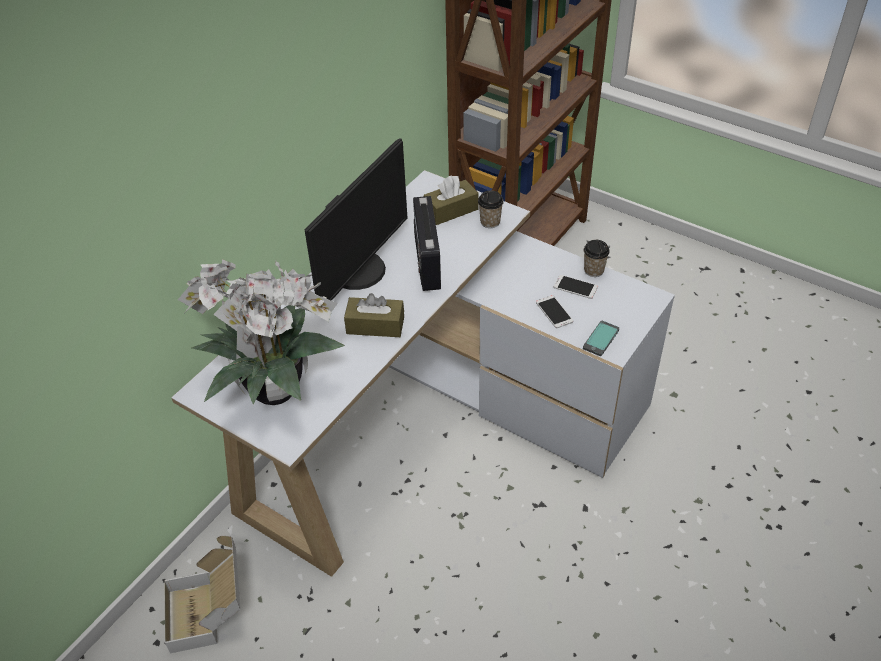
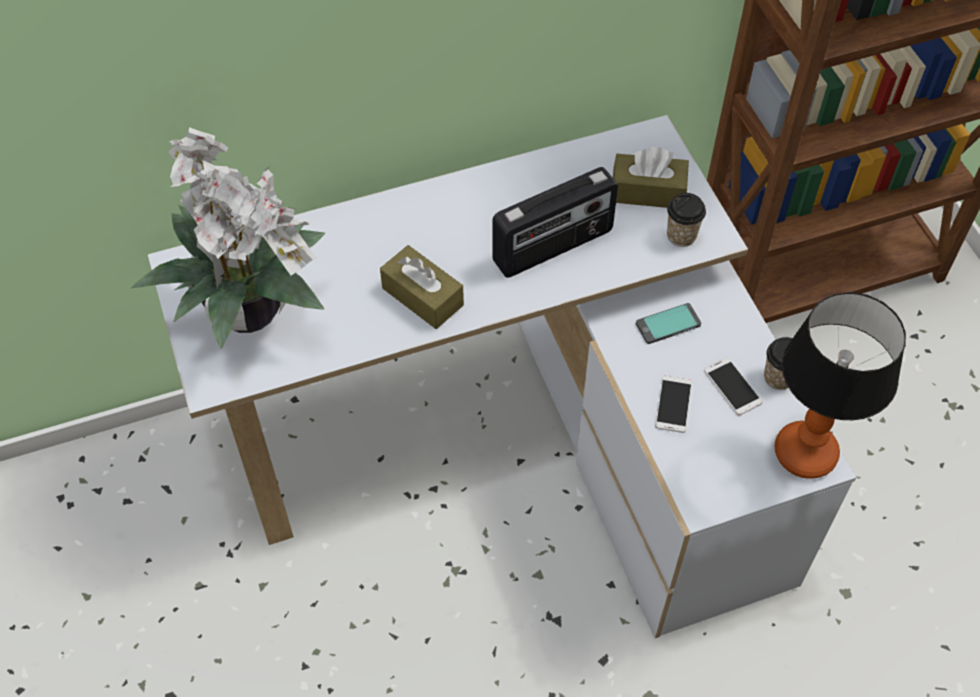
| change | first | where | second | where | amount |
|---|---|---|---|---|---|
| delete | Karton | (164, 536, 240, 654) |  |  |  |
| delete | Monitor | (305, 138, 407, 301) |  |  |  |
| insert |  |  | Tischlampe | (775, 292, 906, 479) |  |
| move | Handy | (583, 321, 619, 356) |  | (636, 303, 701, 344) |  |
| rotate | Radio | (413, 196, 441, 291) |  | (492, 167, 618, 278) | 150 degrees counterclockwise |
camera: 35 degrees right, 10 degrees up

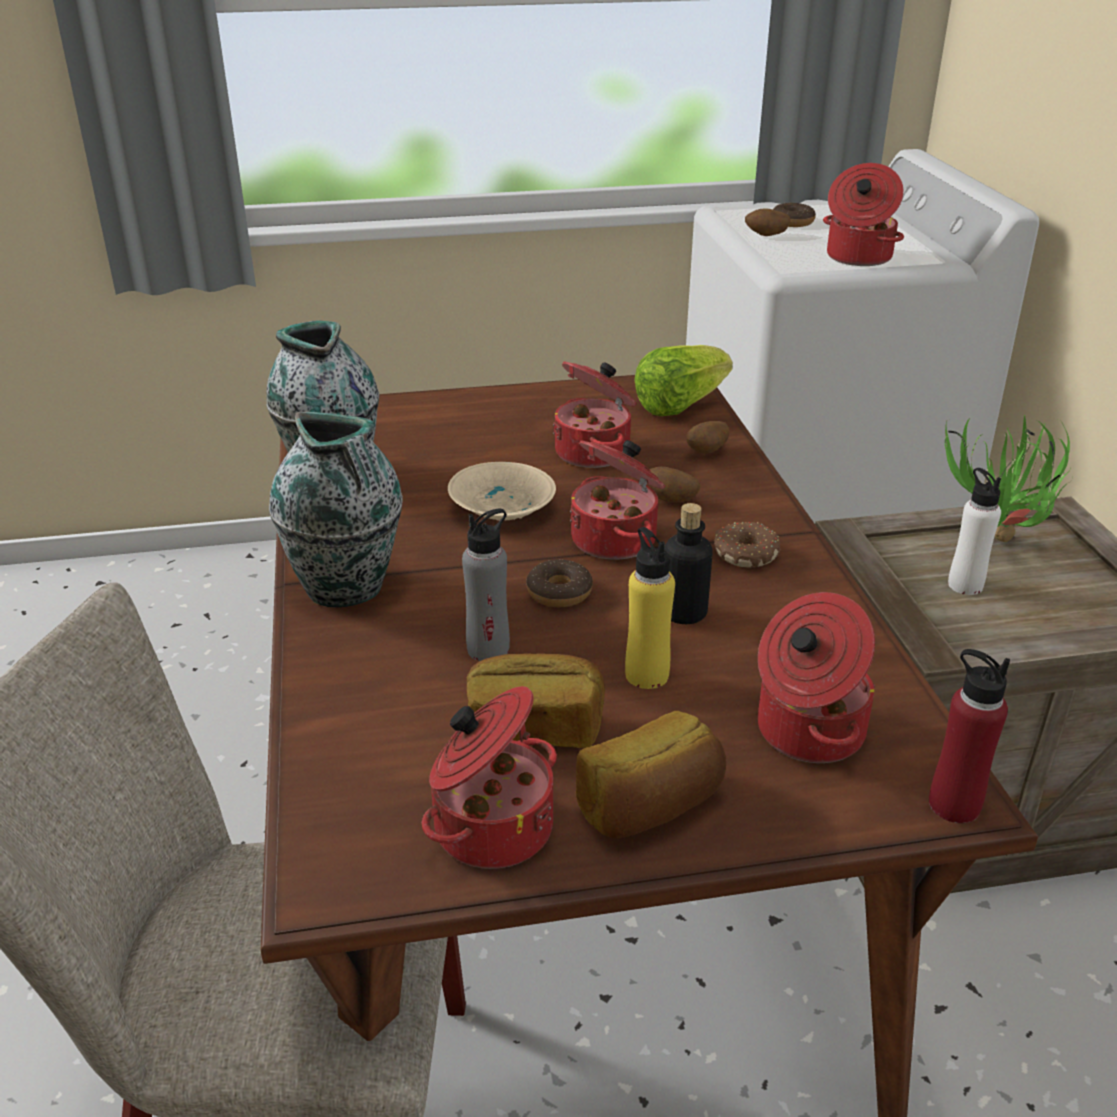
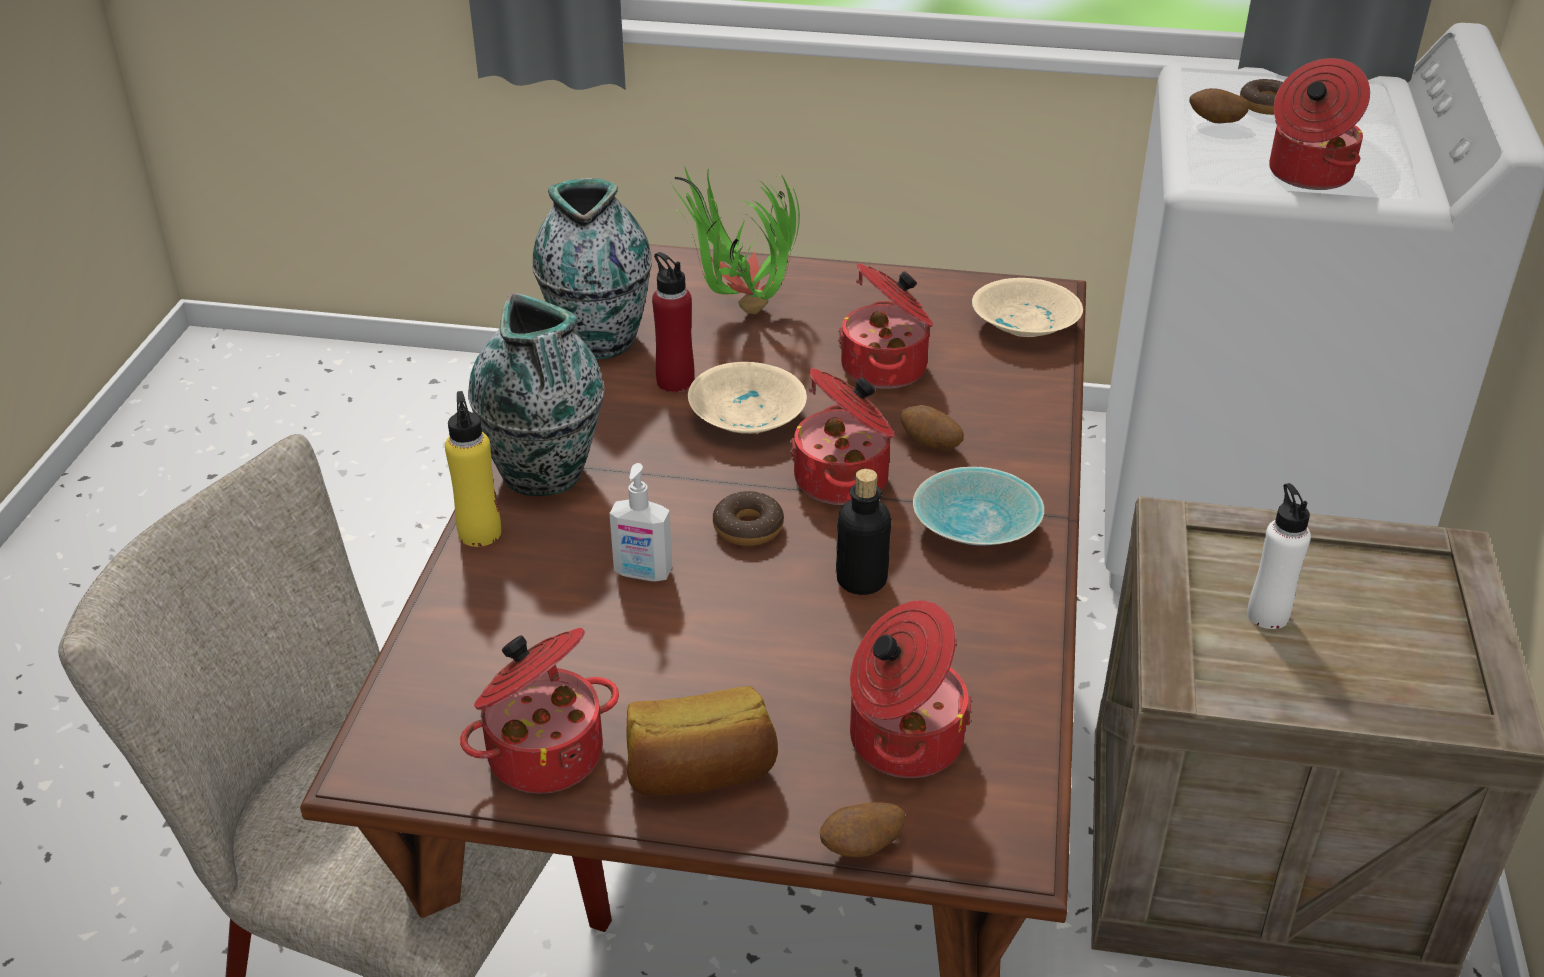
| change | first | where | second | where | amount |
|---|---|---|---|---|---|
| delete | Brot | (467, 653, 605, 748) |  |  |  |
| move | Flasche [gelb] | (625, 527, 675, 689) |  | (445, 391, 501, 547) |  |
| move | Kartoffel | (686, 421, 729, 454) |  | (820, 802, 905, 857) |  |
| move | Flasche [rot] | (929, 649, 1010, 823) |  | (652, 252, 695, 392) |  |
| move | Topfpflanze | (945, 415, 1073, 542) |  | (671, 166, 800, 314) |  |
| replace | Flasche [grau] | (462, 509, 510, 661) | Seifenspender | (609, 463, 672, 582) |  |
| replace | Salatkopf | (634, 345, 733, 416) | Schüssel [beige] | (972, 278, 1083, 337) |  |
| replace | Donut | (714, 522, 780, 568) | Schüssel [türkis] | (913, 467, 1044, 545) |  |
camera: 20 degrees right, 5 degrees up

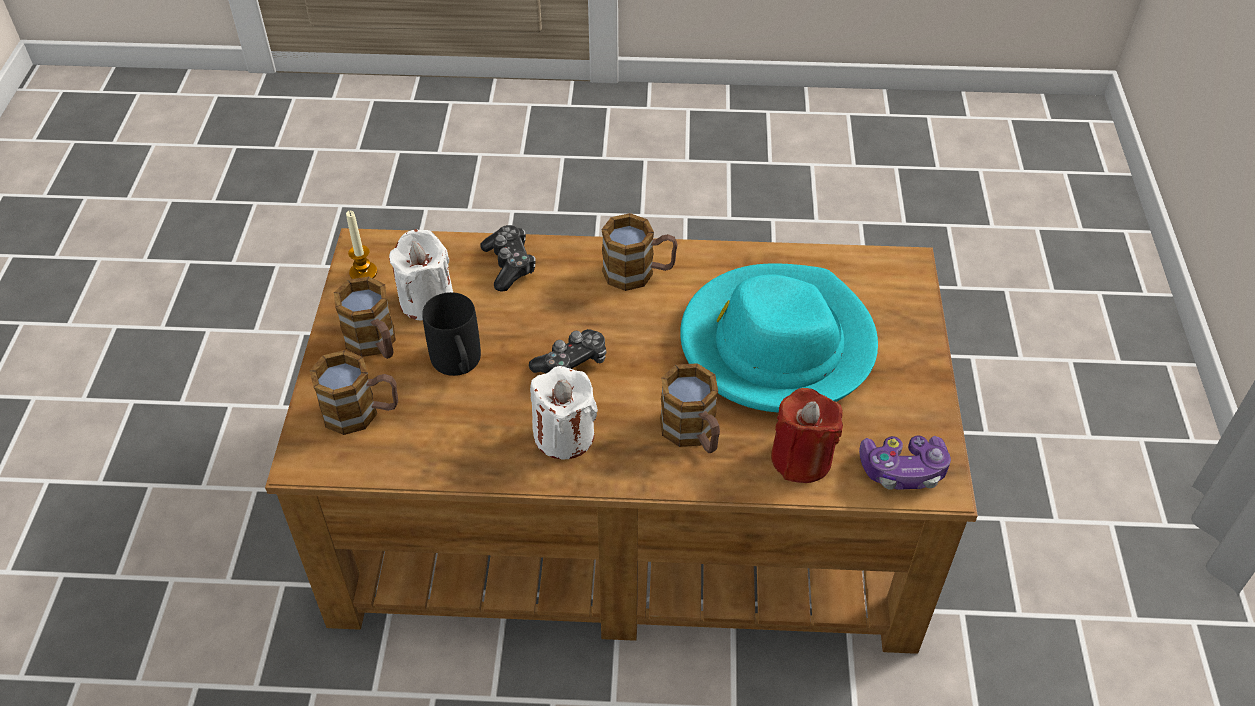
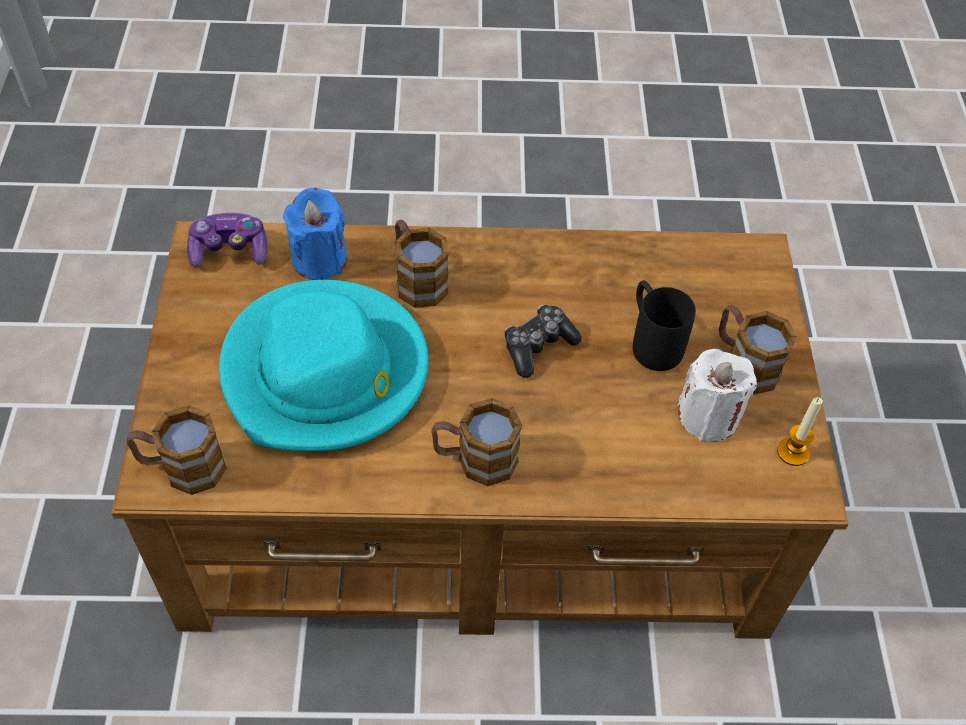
| change | first | where | second | where | amount |
|---|---|---|---|---|---|
| delete | Gamepad | (480, 225, 536, 292) |  |  |  |
| delete | Kerze [weiß] | (530, 366, 598, 459) |  |  |  |
| move | Henkelbecher | (310, 350, 398, 435) |  | (127, 405, 227, 495) |  |
| recolor | Kerze [rot] | (771, 388, 843, 483) | Kerze [blau] | (283, 188, 347, 280) |  |
camera: 175 degrees right, 5 degrees up

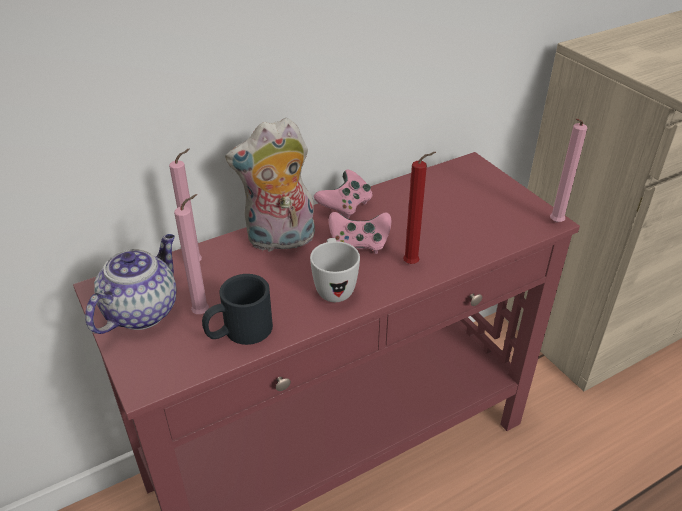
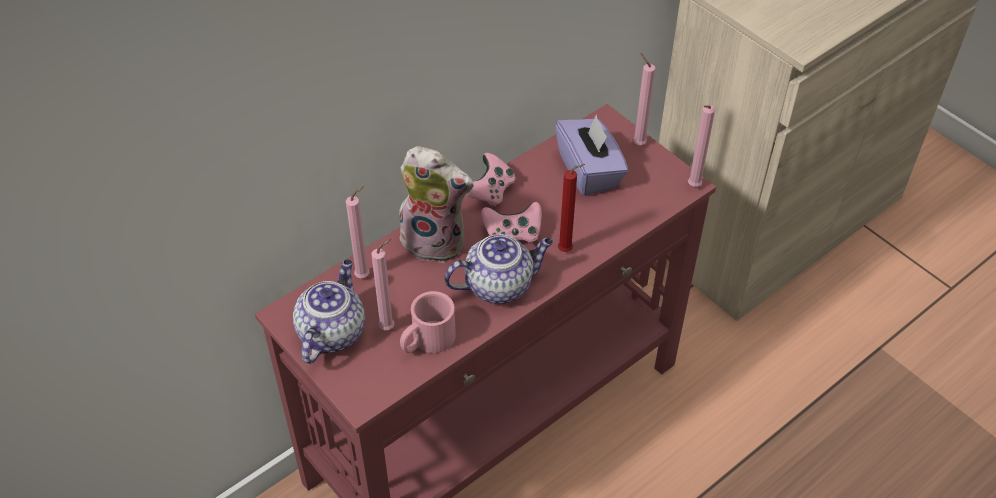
| change | first | where | second | where | amount |
|---|---|---|---|---|---|
| insert |  |  | Taschentuchbox [lila] | (555, 114, 628, 196) |  |
| insert |  |  | Kerze [rosa] | (633, 53, 655, 145) |  |
| replace | Henkelbecher [weiß] | (310, 238, 360, 302) | Teekanne | (444, 234, 553, 304) |  |
| recolor | Henkelbecher [schwarz] | (202, 274, 273, 345) | Henkelbecher [rosa] | (400, 291, 456, 353) |  |
| rotate | Plüschtier | (225, 118, 315, 252) |  | (397, 146, 474, 263) | 135 degrees counterclockwise |
camera: 10 degrees left, 10 degrees up

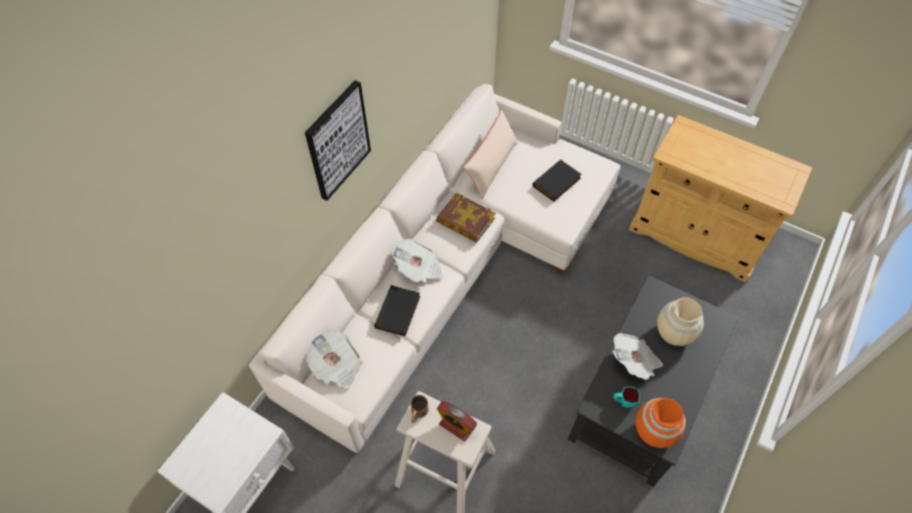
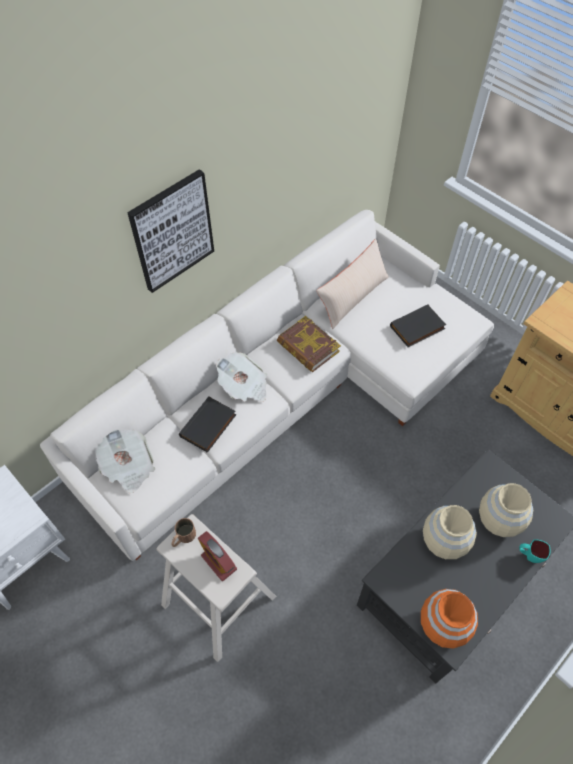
| change | first | where | second | where | amount |
|---|---|---|---|---|---|
| move | Henkelbecher [türkis] | (613, 387, 640, 408) |  | (520, 540, 550, 563) |  |
| replace | Zeitung | (613, 333, 663, 380) | Vase [beige] | (423, 505, 477, 559) |  |
camera: 15 degrees right, 0 degrees up

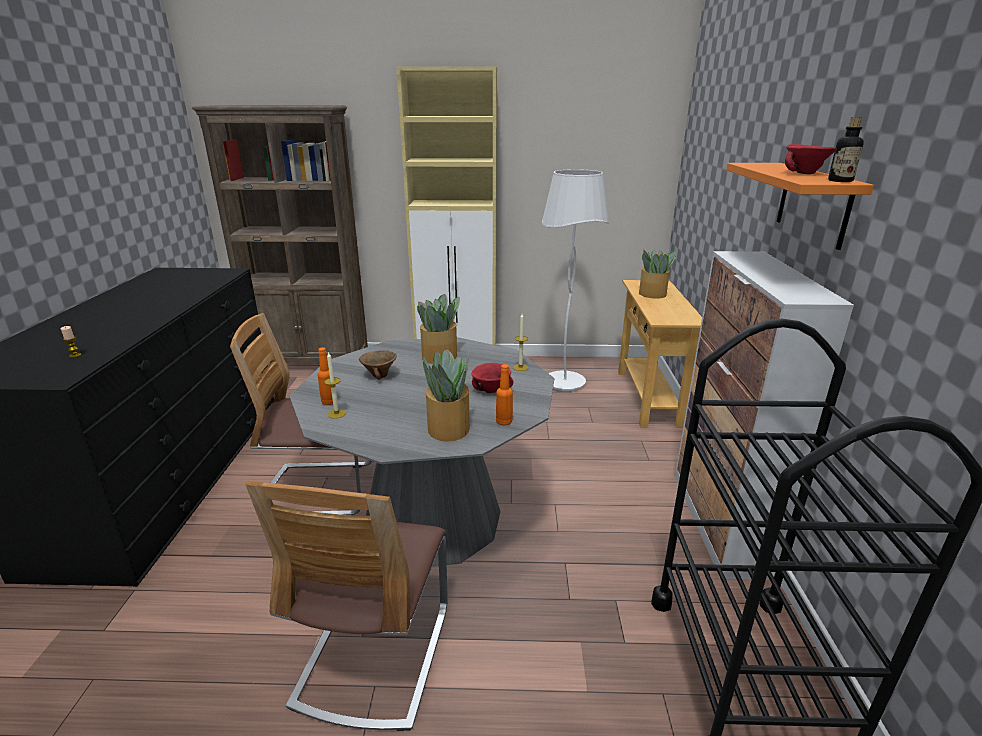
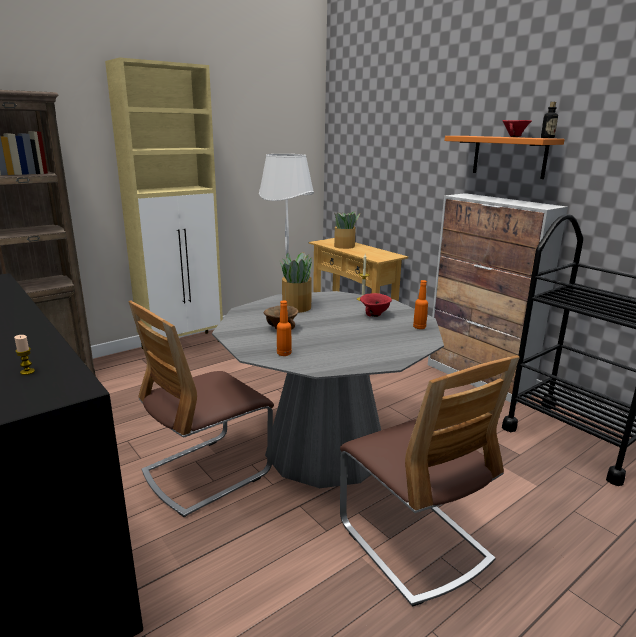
| change | first | where | second | where | amount |
|---|---|---|---|---|---|
| delete | Kerze | (324, 351, 346, 419) |  |  |  |
| delete | Topfpflanze | (423, 349, 470, 442) |  |  |  |
camera: 40 degrees left, 5 degrees down

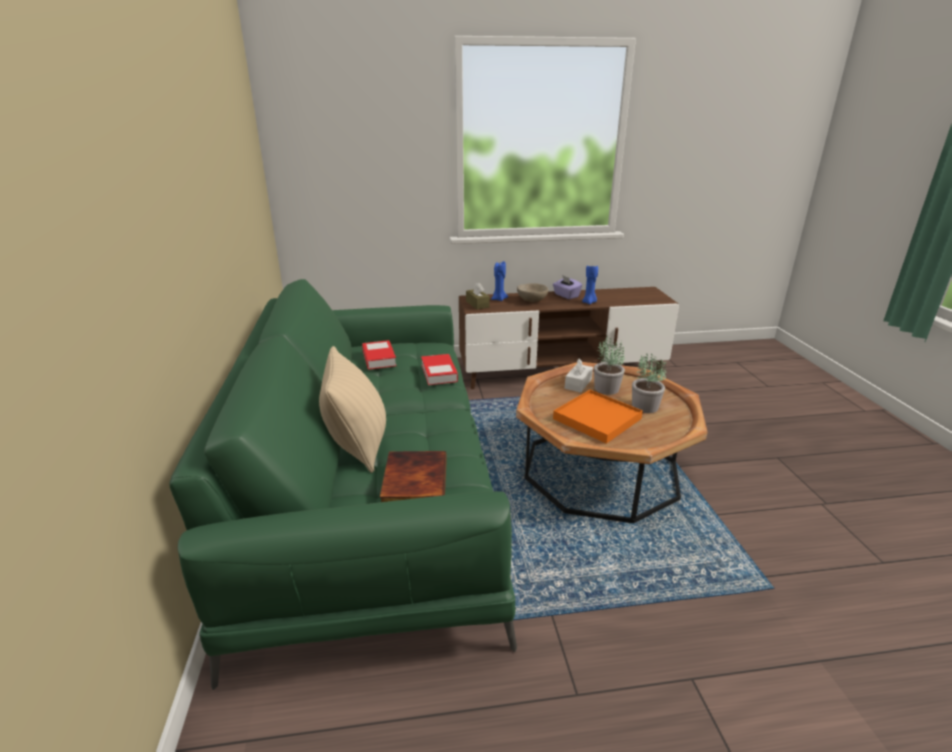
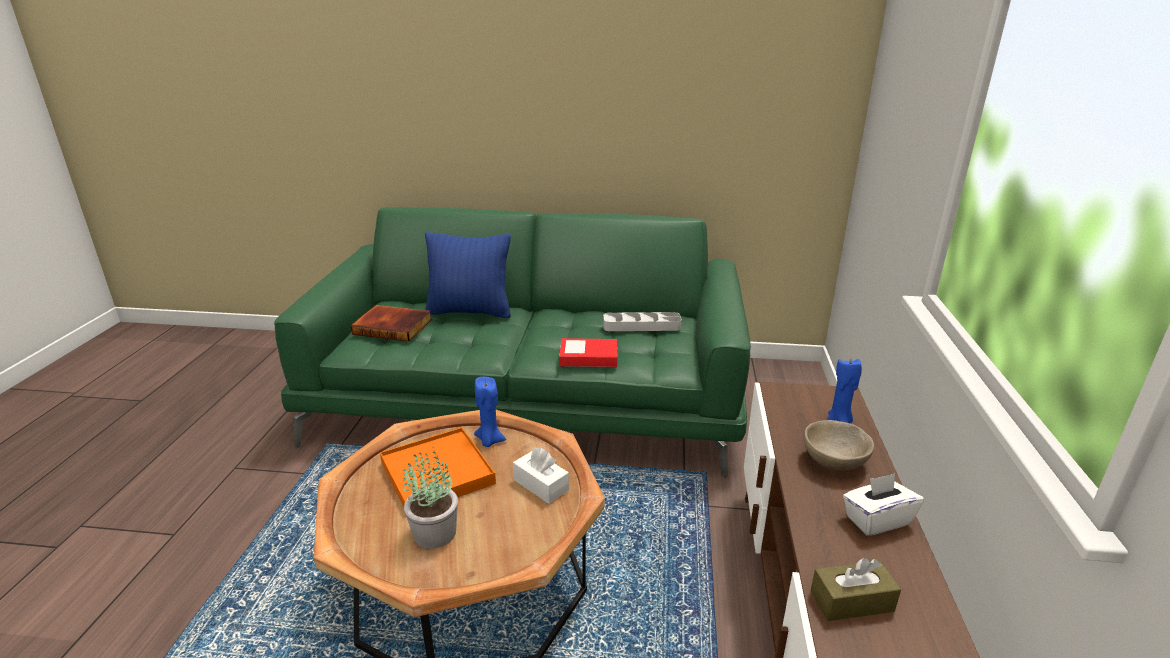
| change | first | where | second | where | amount |
|---|---|---|---|---|---|
| delete | Topfpflanze | (594, 336, 625, 395) |  |  |  |
| move | Taschentuchbox [braun] | (466, 282, 490, 309) |  | (811, 558, 901, 621) |  |
| move | Kerze [blau] | (582, 265, 598, 304) |  | (474, 377, 506, 447) |  |
| replace | Buch | (362, 340, 396, 370) | Tablett [grau] | (603, 312, 681, 331) |  |
| recolor | Kissen [beige] | (319, 346, 386, 473) | Kissen [blau] | (425, 232, 511, 318) |  |
| recolor | Taschentuchbox [lila] | (553, 275, 582, 299) | Taschentuchbox [weiß] | (843, 473, 924, 536) |  |
camera: 105 degrees right, 0 degrees up

